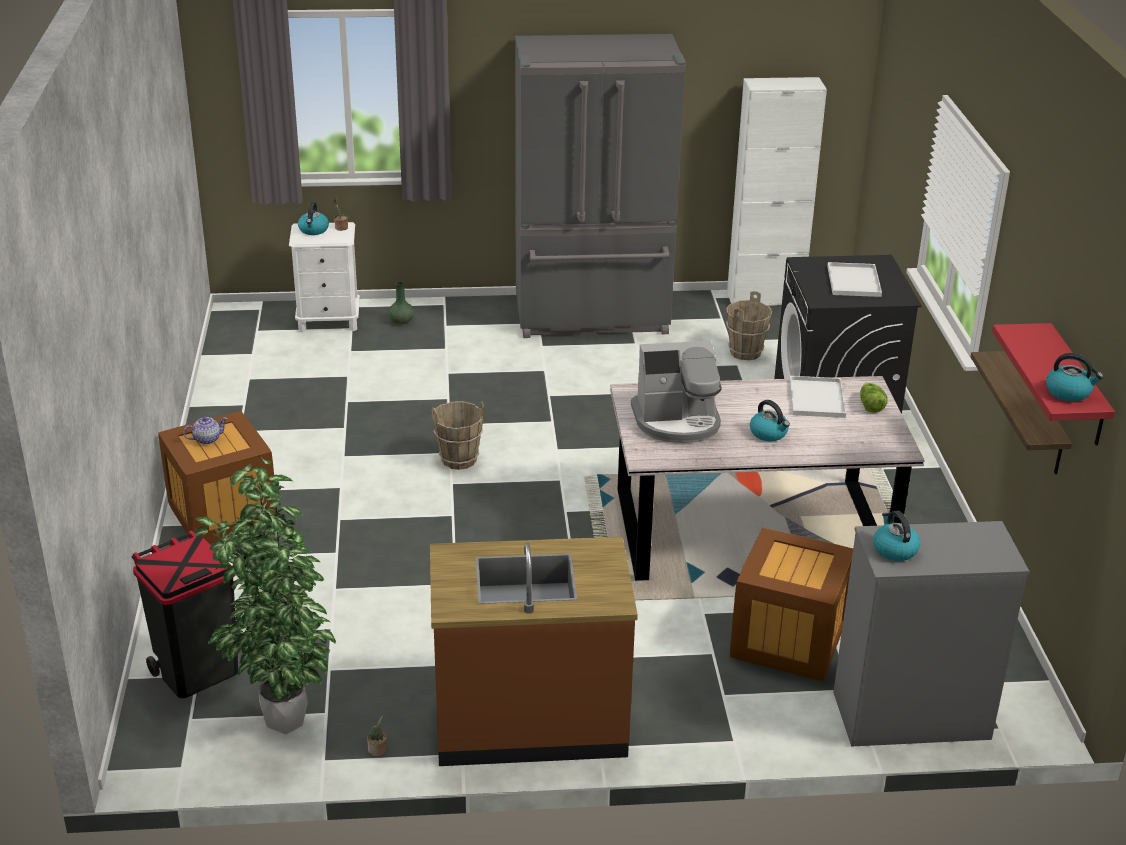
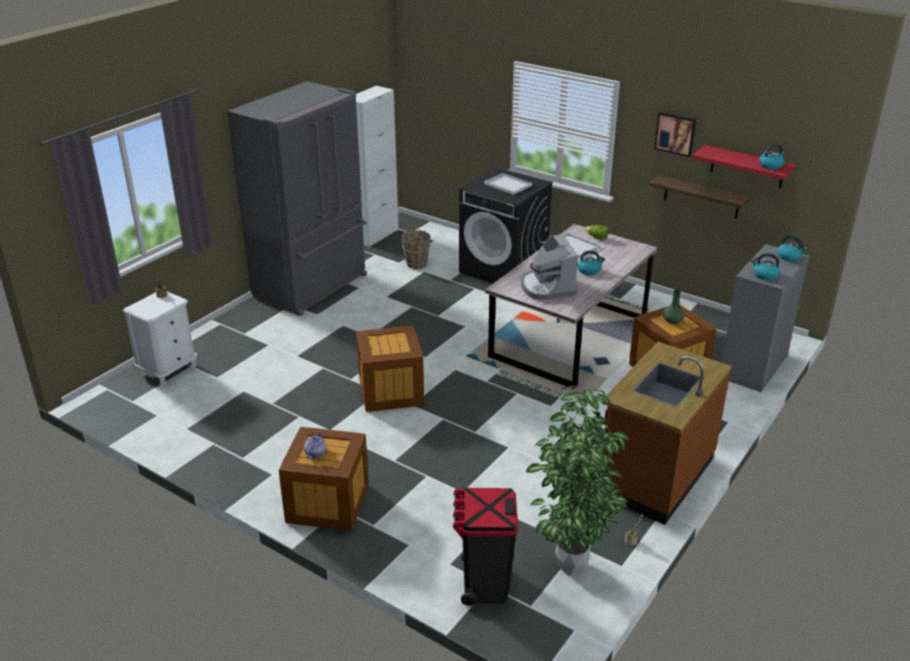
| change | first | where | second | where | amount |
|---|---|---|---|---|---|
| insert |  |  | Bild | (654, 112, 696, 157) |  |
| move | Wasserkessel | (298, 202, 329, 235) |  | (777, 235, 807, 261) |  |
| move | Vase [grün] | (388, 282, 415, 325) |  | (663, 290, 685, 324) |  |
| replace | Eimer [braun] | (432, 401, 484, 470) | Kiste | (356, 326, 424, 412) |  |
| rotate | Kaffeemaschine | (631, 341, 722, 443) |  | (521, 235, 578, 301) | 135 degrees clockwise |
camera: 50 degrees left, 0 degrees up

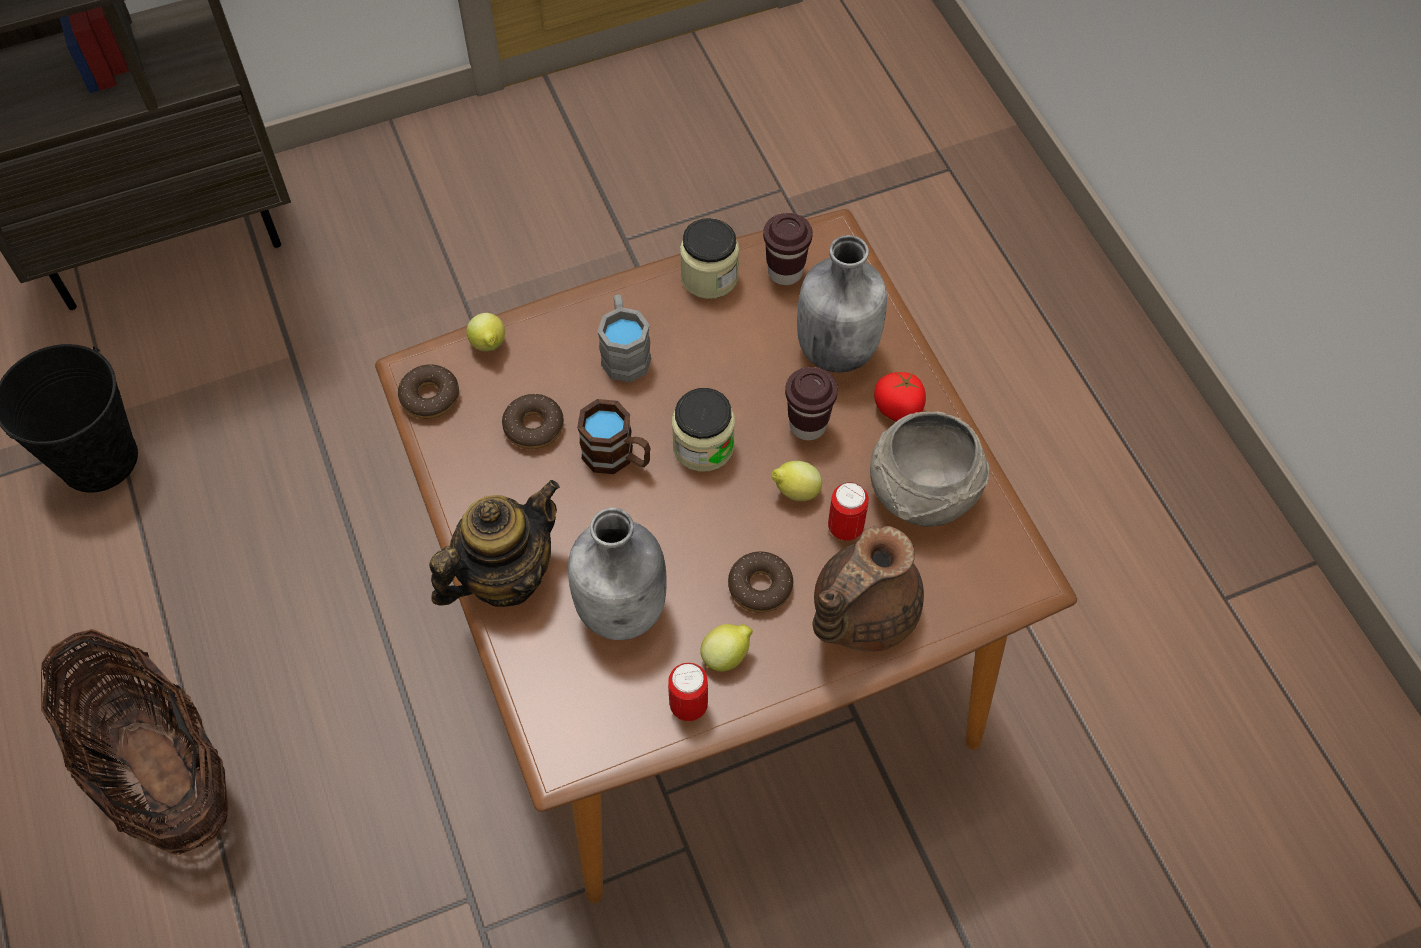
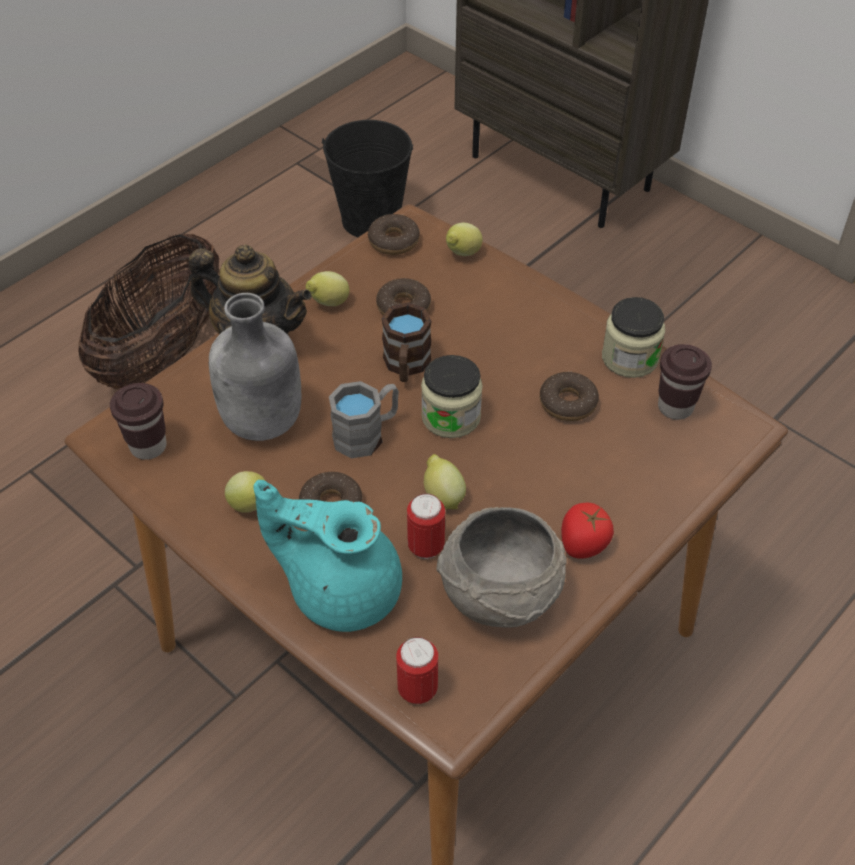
| change | first | where | second | where | amount |
|---|---|---|---|---|---|
| delete | Flasche [grau] | (797, 235, 887, 372) |  |  |  |
| insert |  |  | Zitrone | (306, 271, 349, 306) |  |
| insert |  |  | Donut | (540, 371, 599, 421) |  |
| move | Henkelbecher [grau] | (597, 295, 651, 383) |  | (329, 381, 399, 459) |  |
| move | Dose | (668, 663, 708, 721) |  | (396, 637, 438, 704) |  |
| move | Tasse [braun] | (785, 367, 838, 440) |  | (110, 383, 167, 460) |  |
| recolor | Teekanne [braun] | (813, 526, 924, 652) | Teekanne [türkis] | (254, 480, 402, 632) |  |
camera: 65 degrees right, 10 degrees down

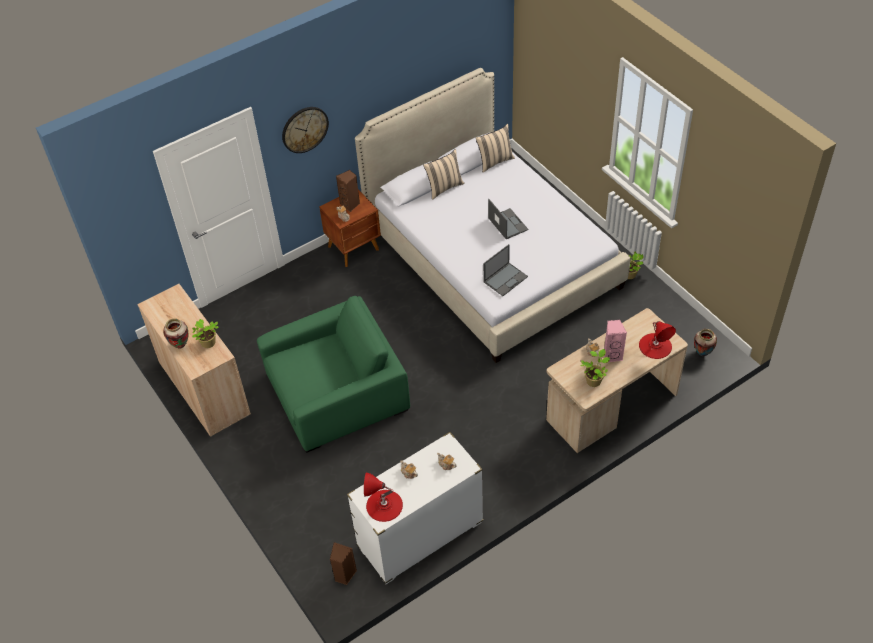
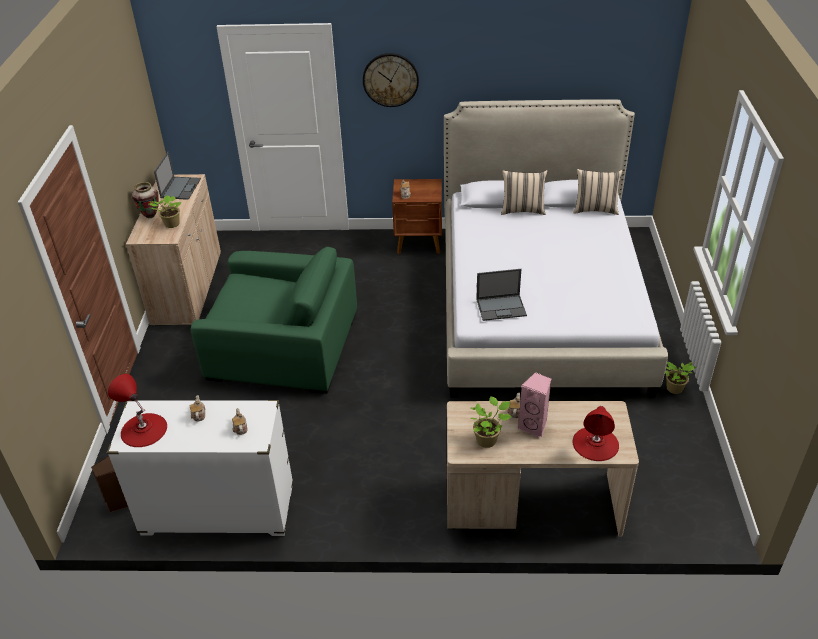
| change | first | where | second | where | amount |
|---|---|---|---|---|---|
| delete | Lautsprecher [braun] | (336, 170, 360, 212) |  |  |  |
| delete | Vase | (694, 329, 717, 356) |  |  |  |
| move | Laptop | (488, 199, 528, 240) |  | (154, 151, 201, 200) |  |
camera: 35 degrees right, 10 degrees down

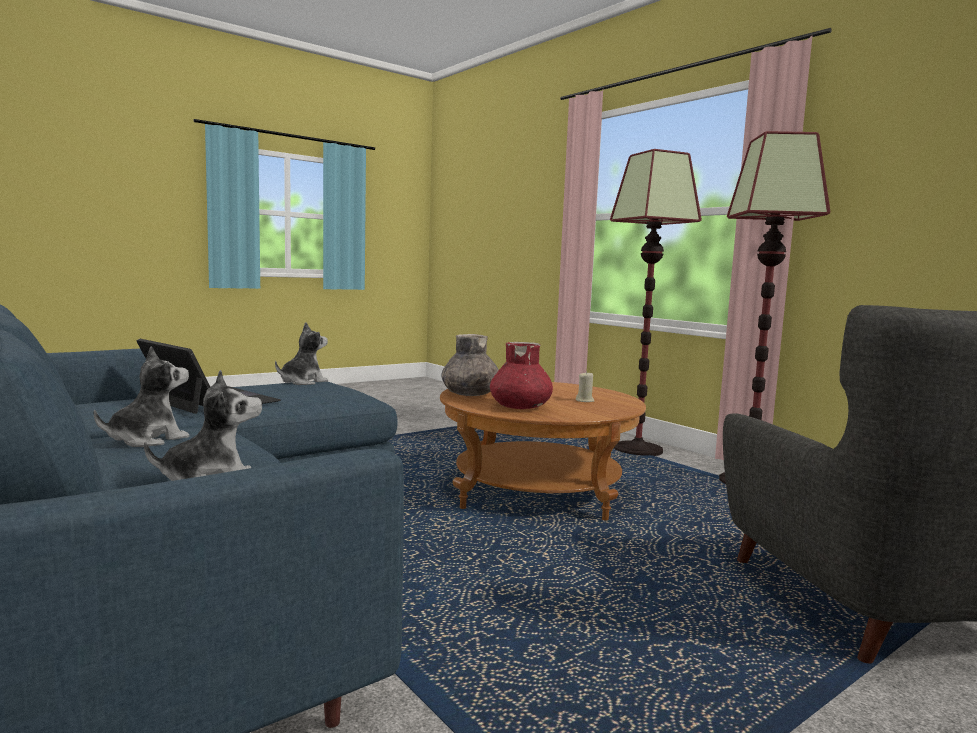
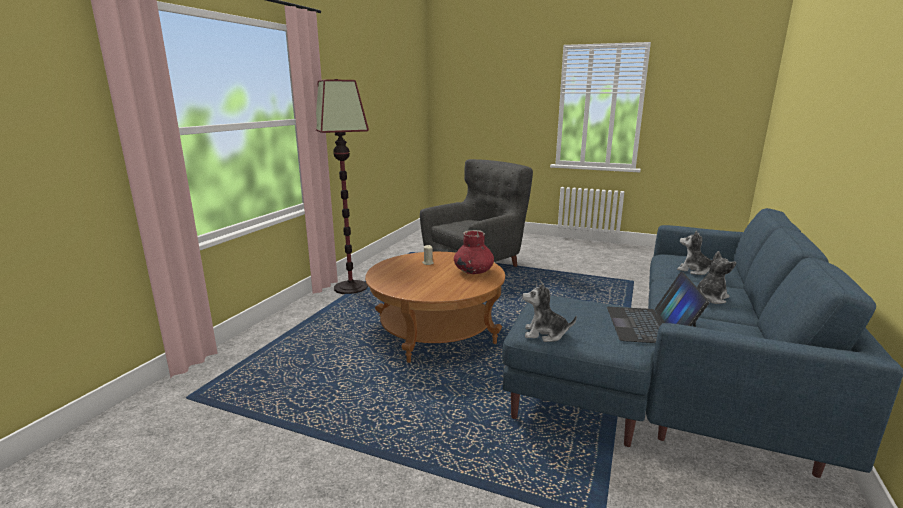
| change | first | where | second | where | amount |
|---|---|---|---|---|---|
| delete | Vase [grau] | (441, 334, 499, 396) |  |  |  |
| delete | Stehlampe | (610, 149, 702, 456) |  |  |  |
| rotate | Plüschtier | (94, 347, 189, 447) |  | (697, 251, 736, 304) | 135 degrees clockwise |
camera: 120 degrees left, 10 degrees up

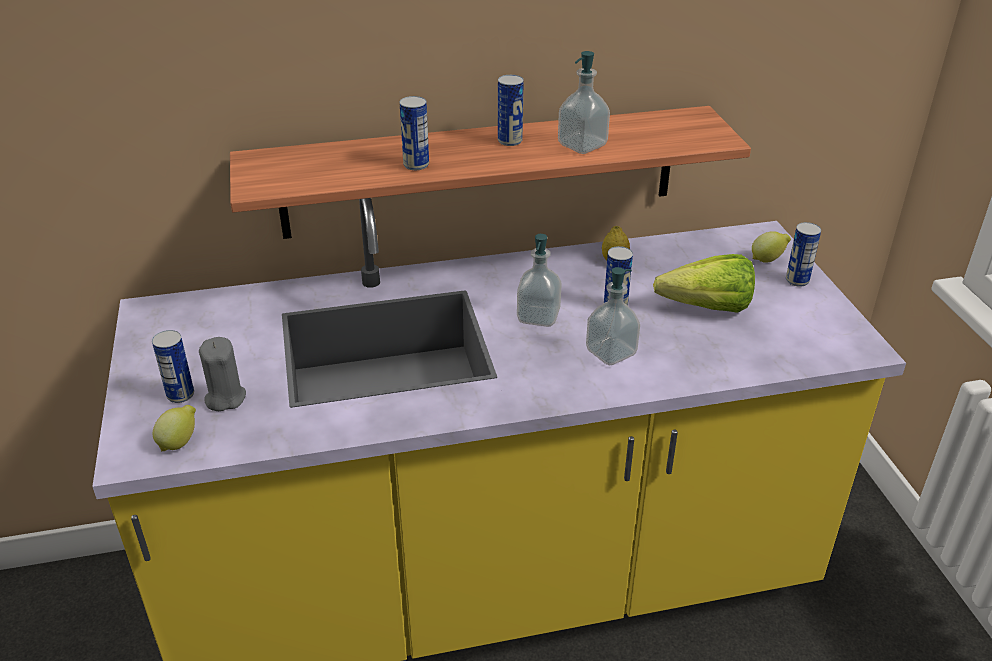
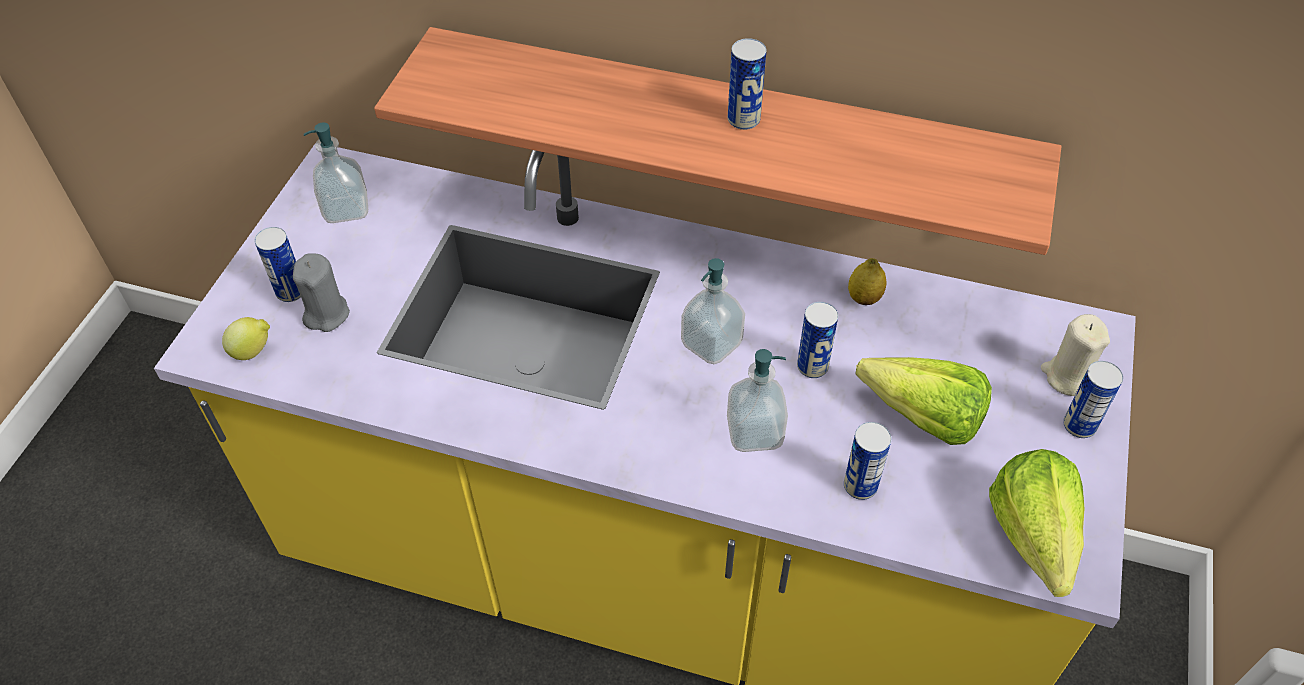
| change | first | where | second | where | amount |
|---|---|---|---|---|---|
| insert |  |  | Salatkopf | (989, 449, 1085, 597) |  |
| move | Dose | (399, 96, 429, 170) |  | (844, 422, 892, 500) |  |
| move | Seifenspender | (558, 51, 610, 154) |  | (304, 123, 368, 223) |  |
| replace | Zitrone | (752, 231, 791, 263) | Kerze [beige] | (1041, 314, 1110, 396) |  |
camera: 30 degrees right, 15 degrees up

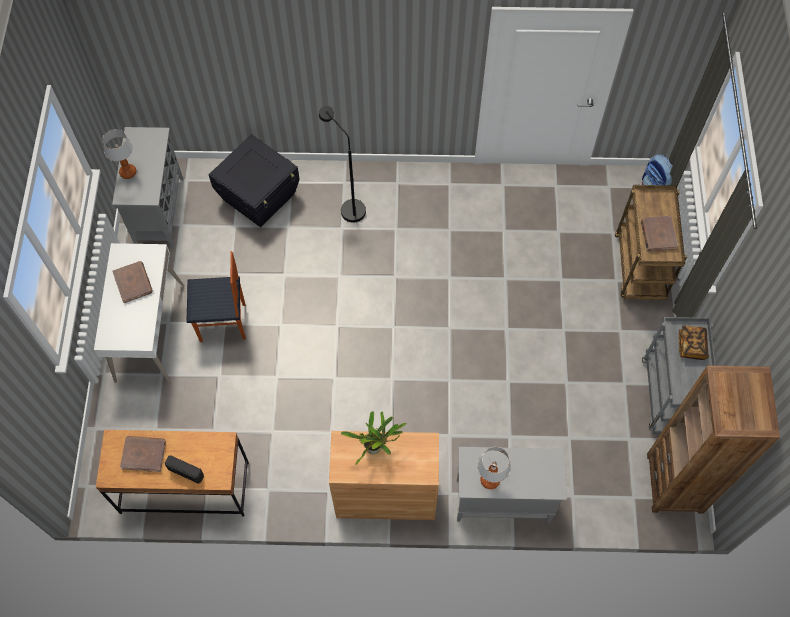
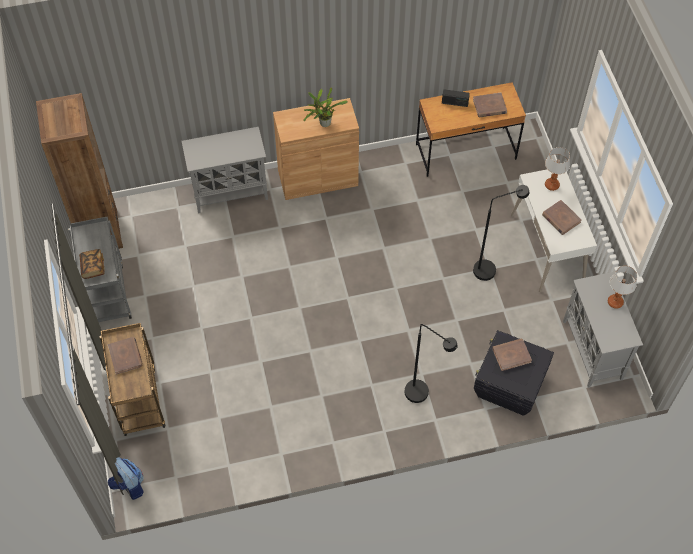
| change | first | where | second | where | amount |
|---|---|---|---|---|---|
| insert |  |  | Buch [braun] | (492, 339, 532, 371) |  |
| move | Tischlampe | (477, 447, 511, 489) |  | (545, 147, 570, 191) |  |
| replace | Stuhl | (186, 251, 246, 342) | Stehlampe [schwarz] | (473, 185, 530, 281) |  |
camera: 165 degrees right, 5 degrees down

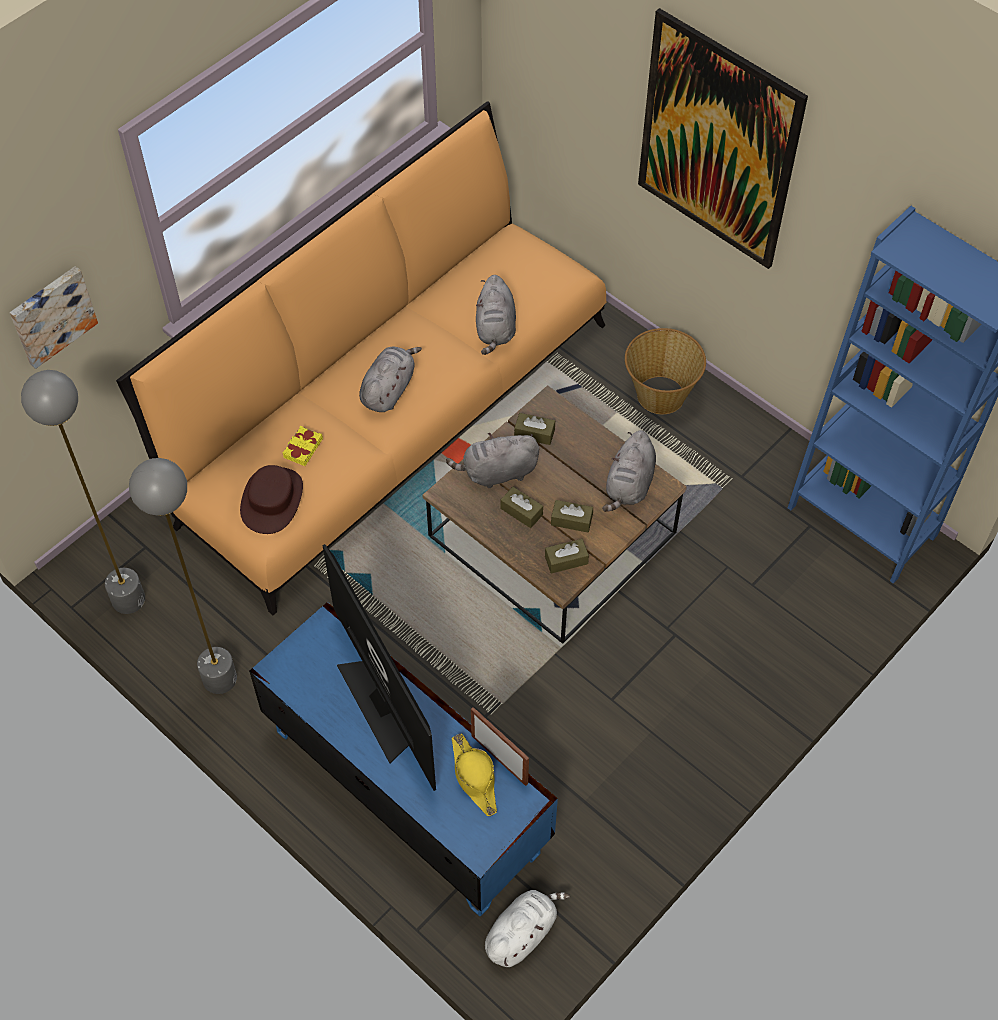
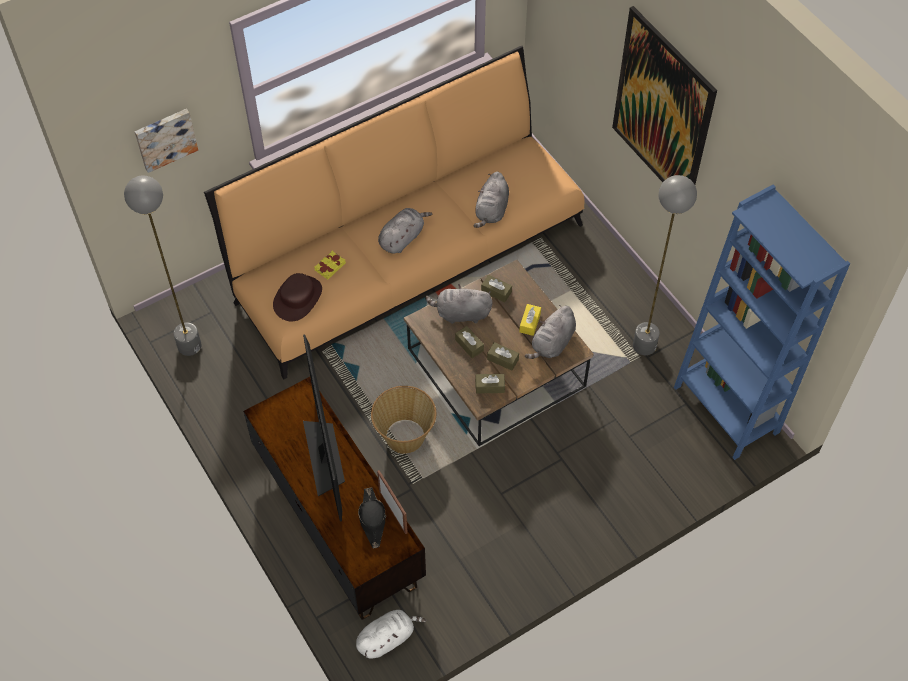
| change | first | where | second | where | amount |
|---|---|---|---|---|---|
| insert |  |  | Taschentuchbox [gelb] | (519, 304, 541, 336) |  |
| move | Stehlampe [grau] | (129, 458, 237, 694) |  | (633, 175, 697, 355) |  |
| move | Korb | (625, 328, 706, 414) |  | (371, 386, 436, 454) |  |
| recolor | Fernsehschrank [blau] | (249, 602, 558, 916) | Fernsehschrank [braun] | (243, 377, 426, 620) |  |
| recolor | Hut [gelb] | (452, 733, 497, 816) | Hut [schwarz] | (358, 487, 386, 548) |  |
camera: 15 degrees right, 0 degrees up

